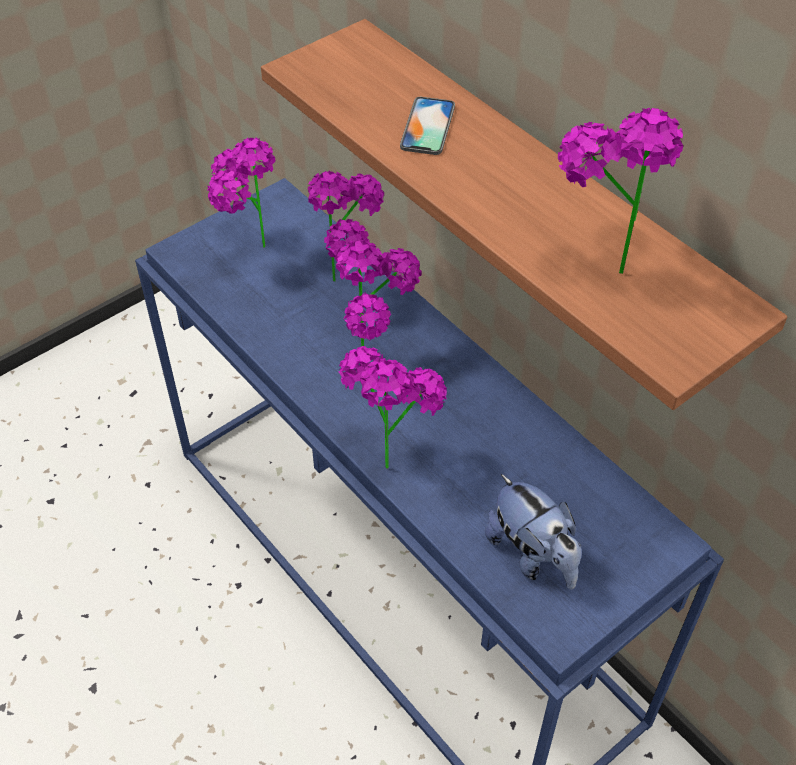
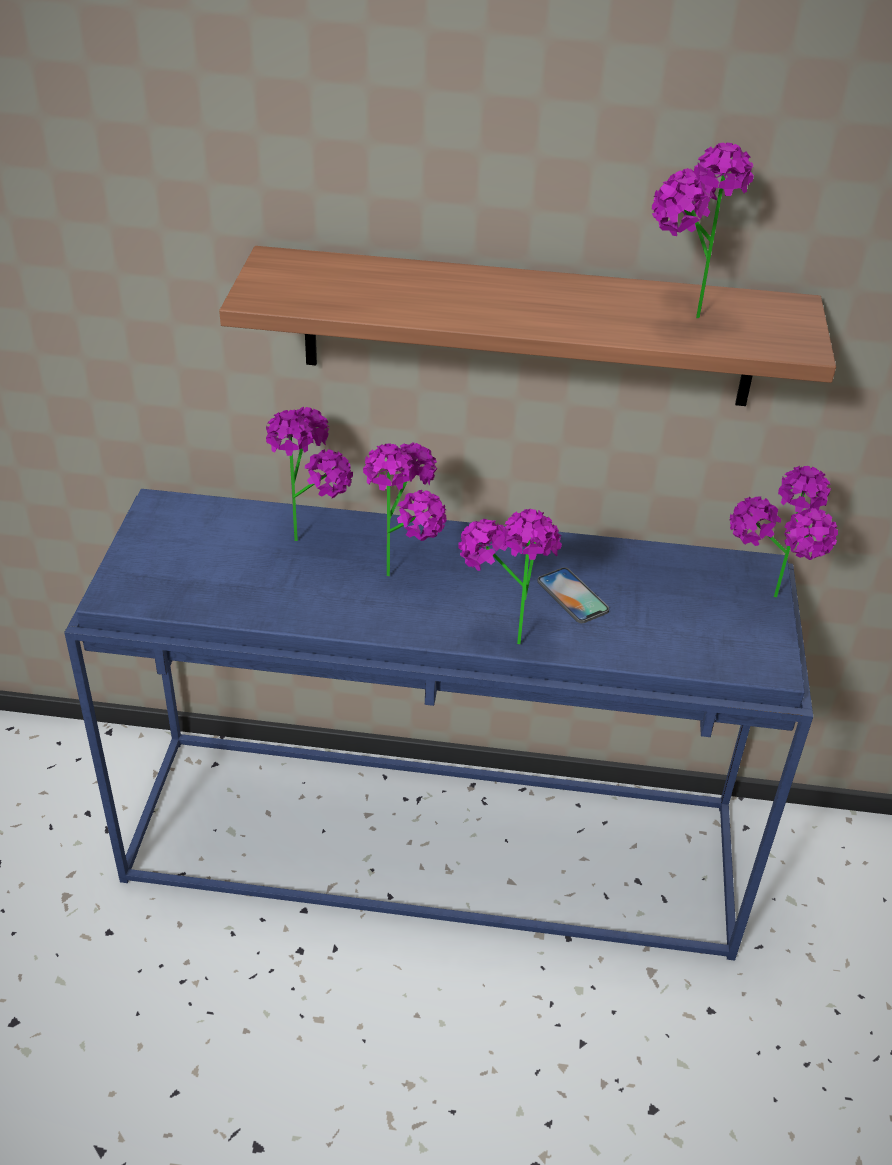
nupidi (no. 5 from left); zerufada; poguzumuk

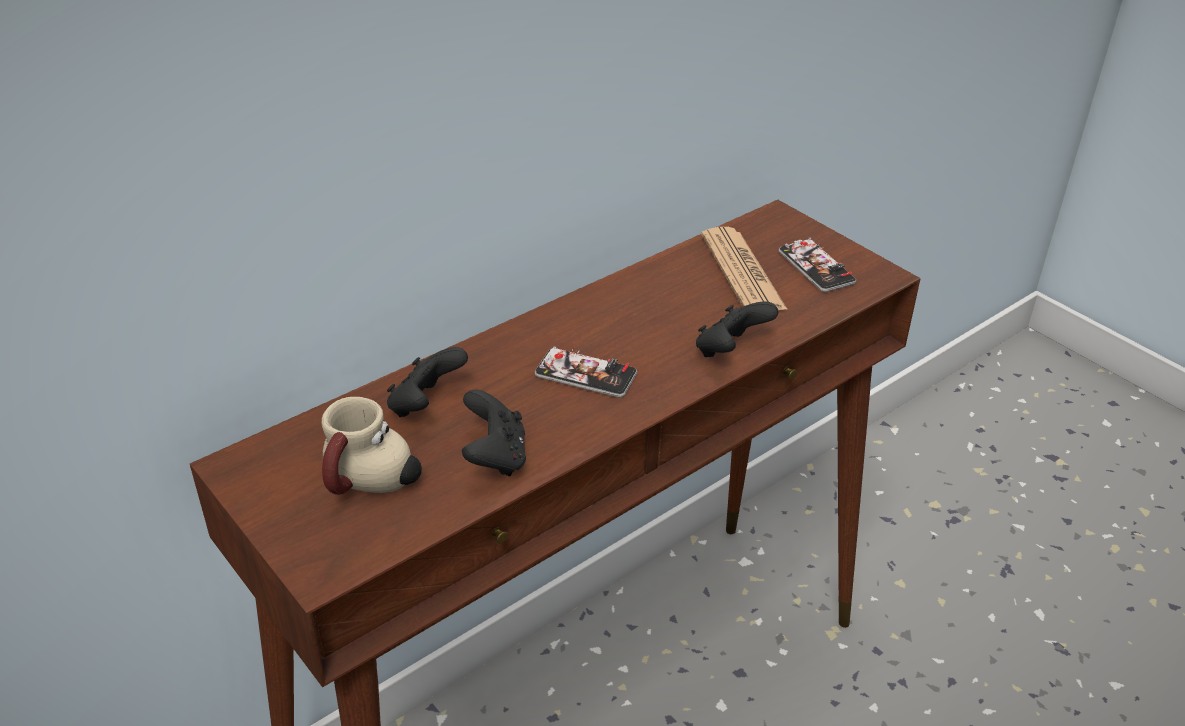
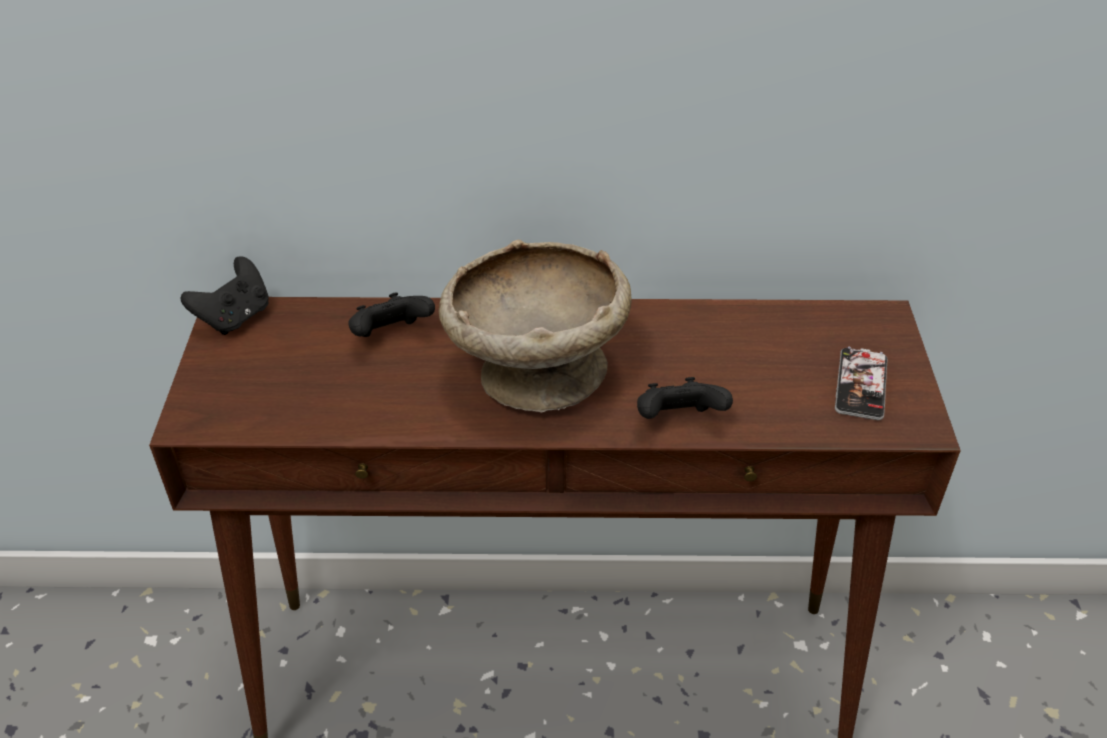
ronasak; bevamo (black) (no. 1 from left); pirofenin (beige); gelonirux

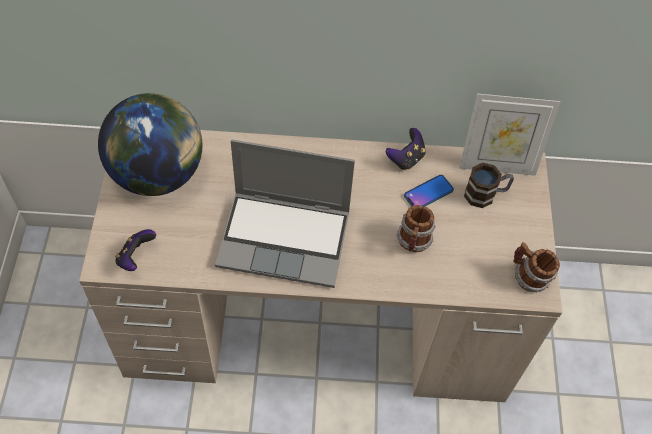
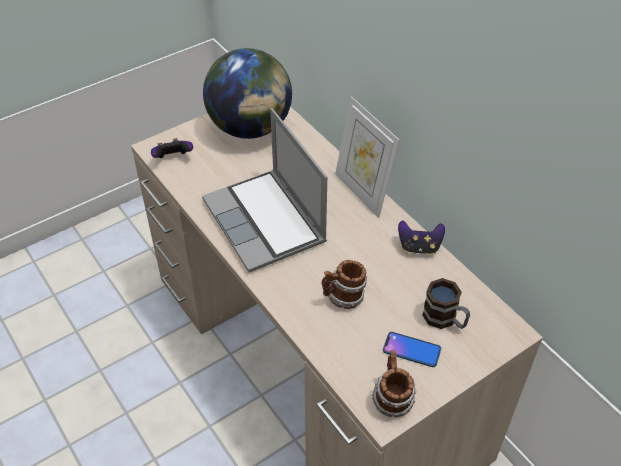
zerufada; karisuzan

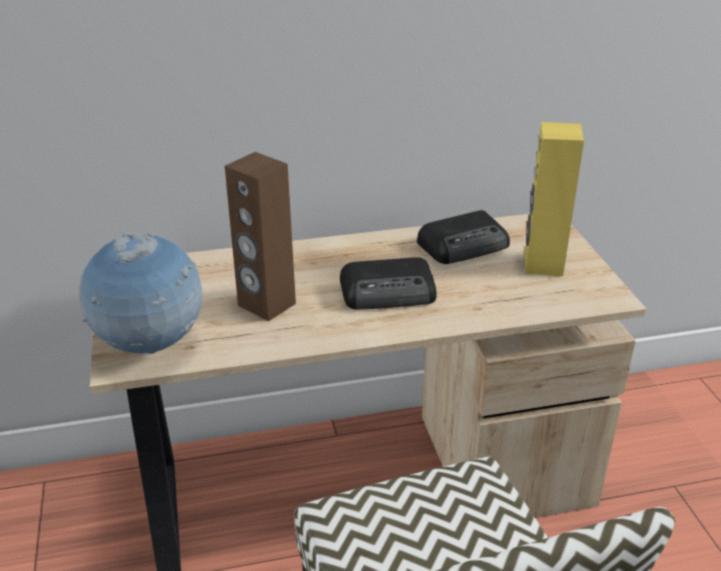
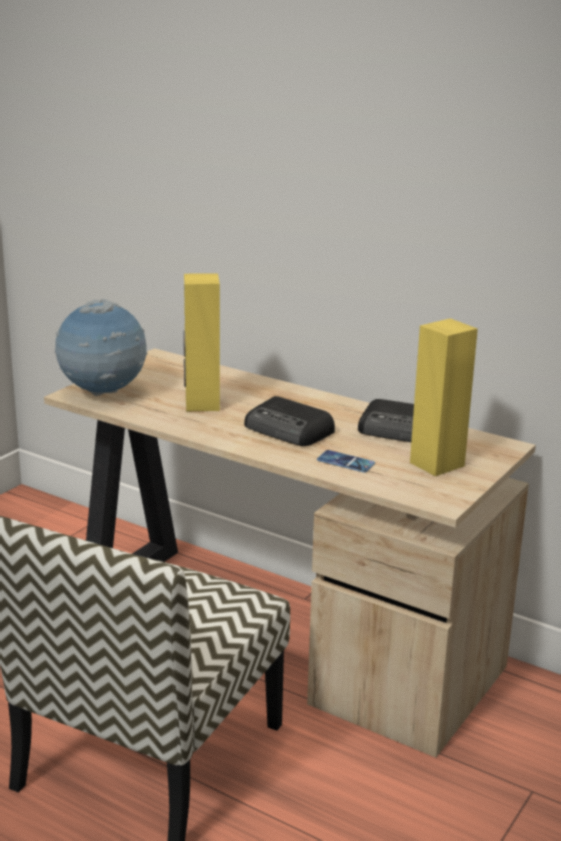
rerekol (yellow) (no. 1 from left); zerufada

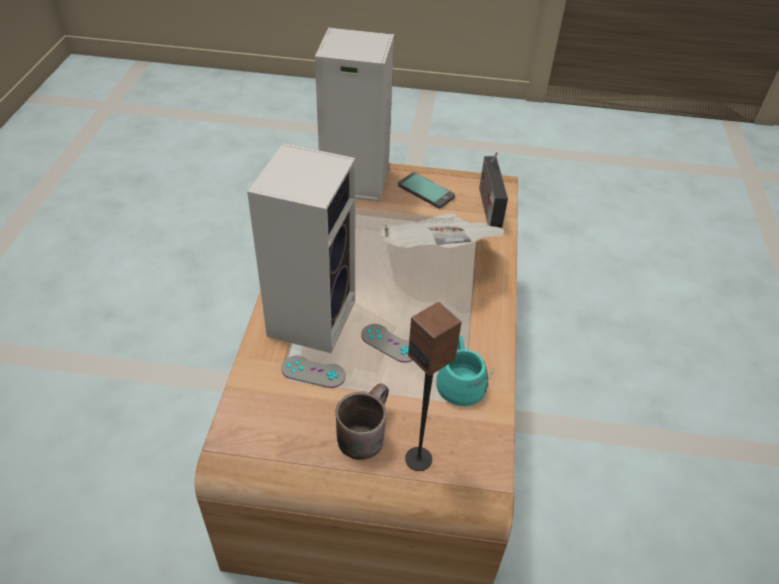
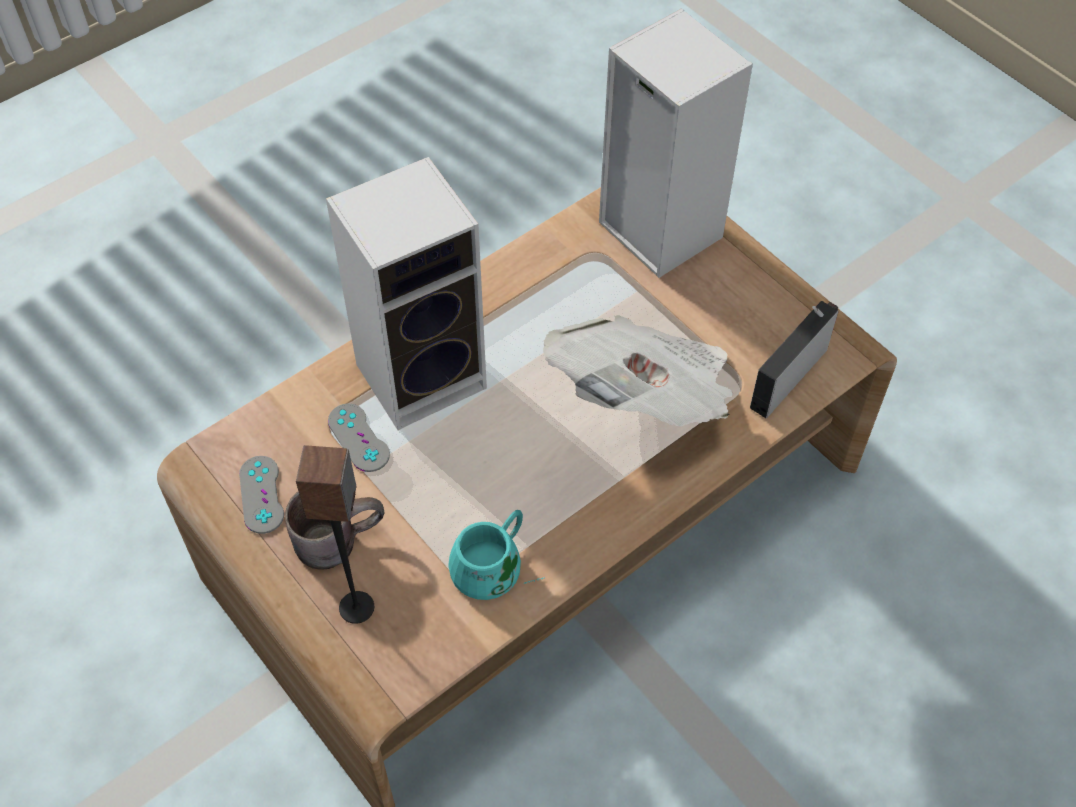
bevamo (grey) (no. 1 from left); zerufada

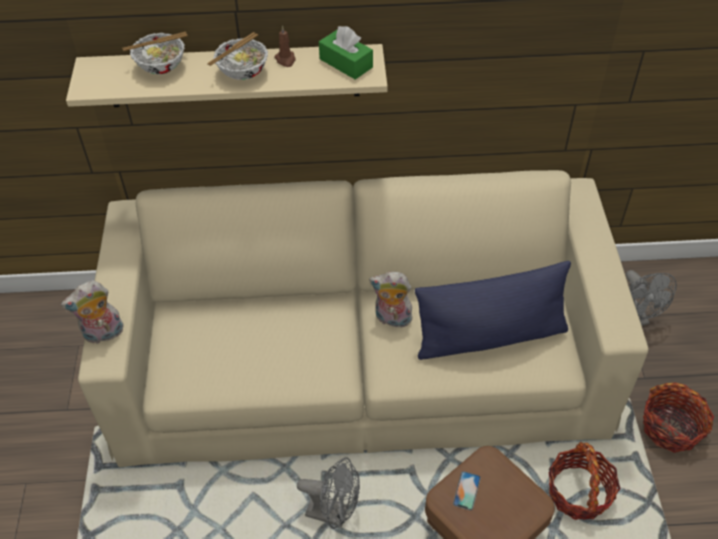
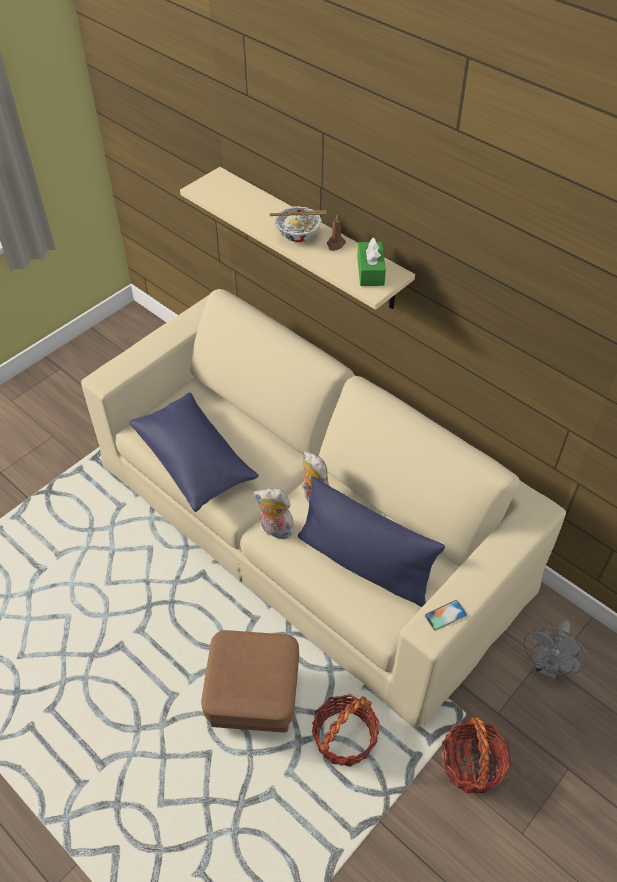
poguzumuk (no. 1 from left); pirofenin (no. 1 from left in the first image); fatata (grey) (no. 1 from left in the first image); zerufada; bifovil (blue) (no. 1 from left)

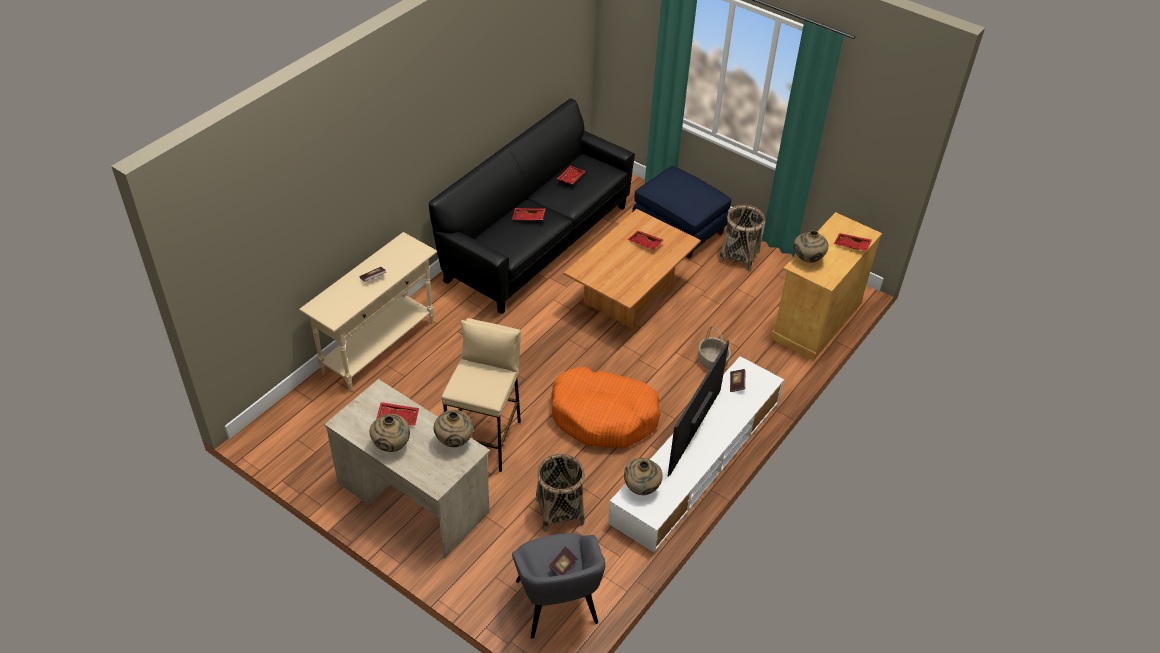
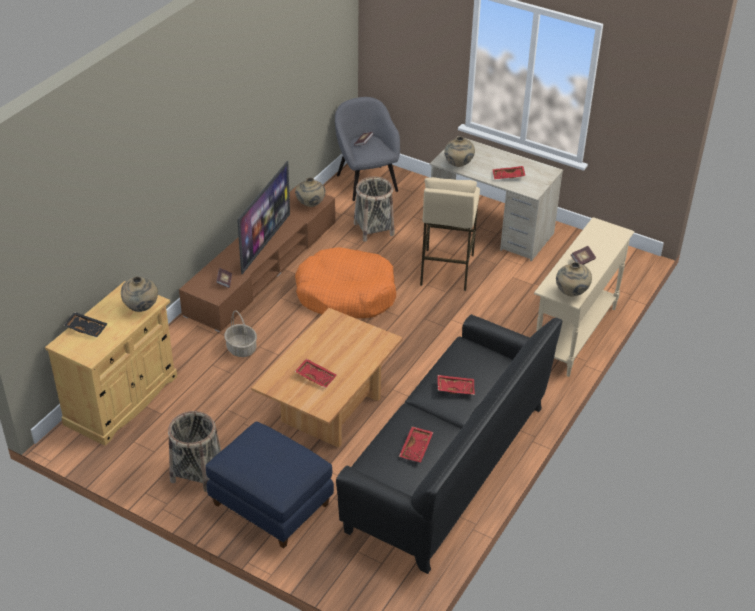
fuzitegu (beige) (no. 4 from left); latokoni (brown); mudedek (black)

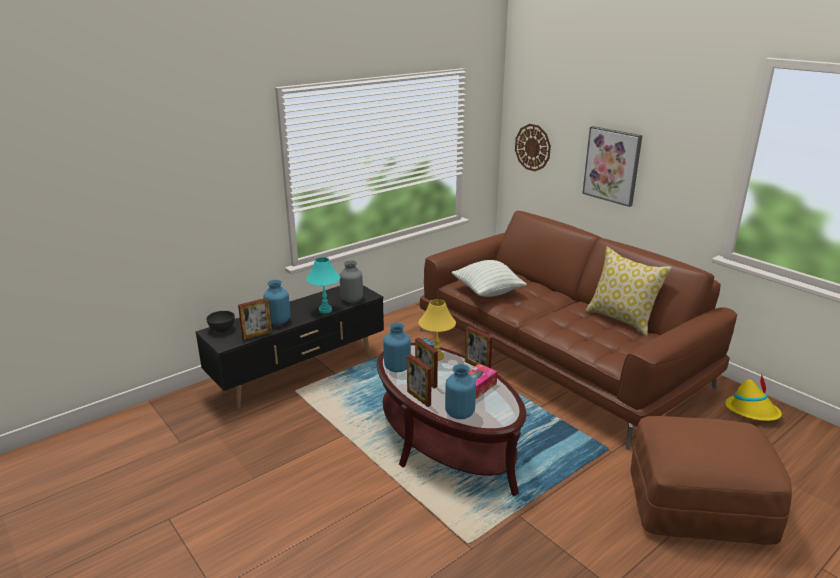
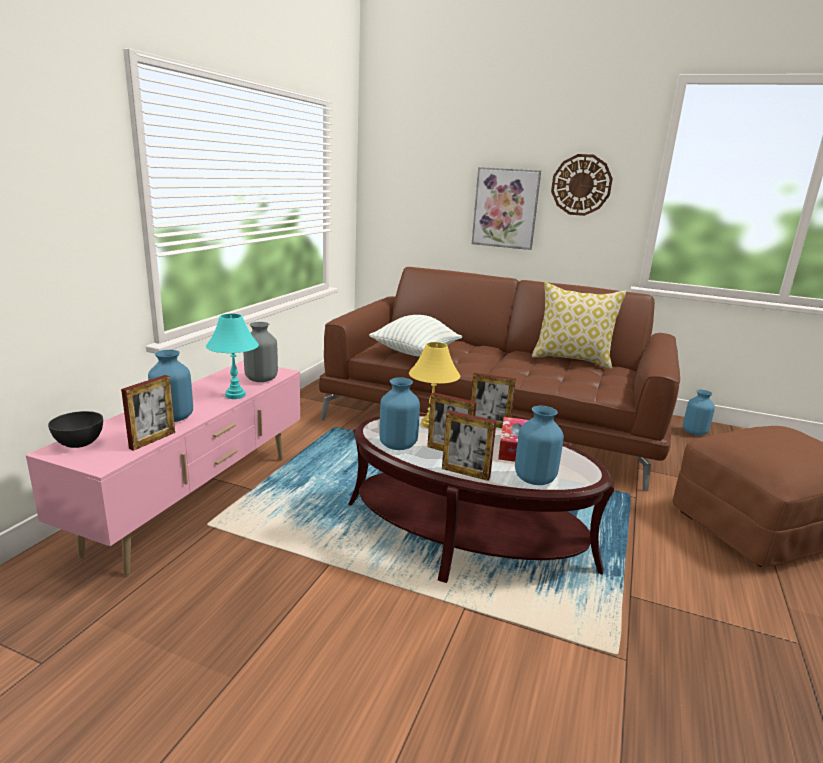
latokoni (pink); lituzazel; fuzitegu (blue) (no. 4 from left)

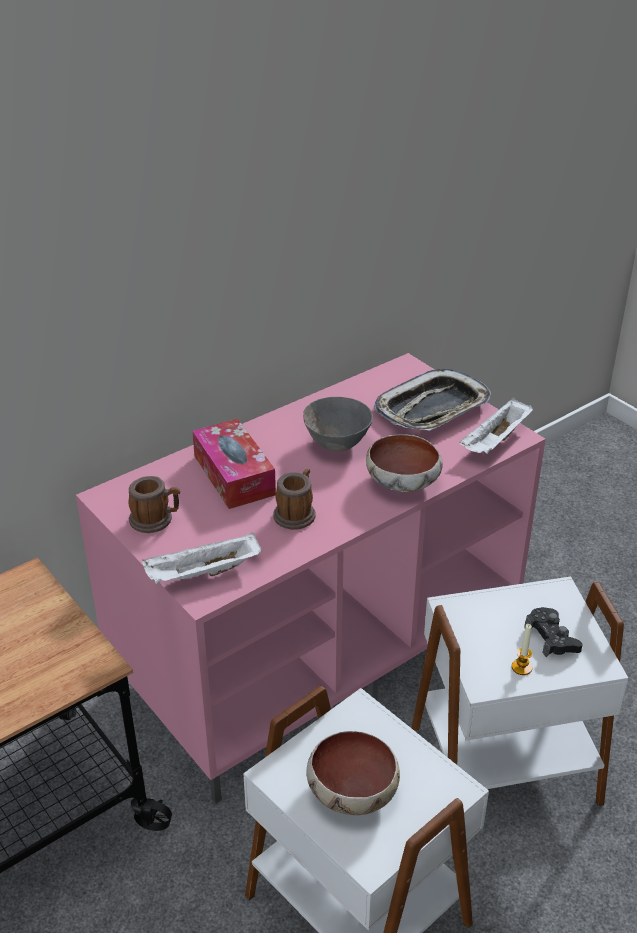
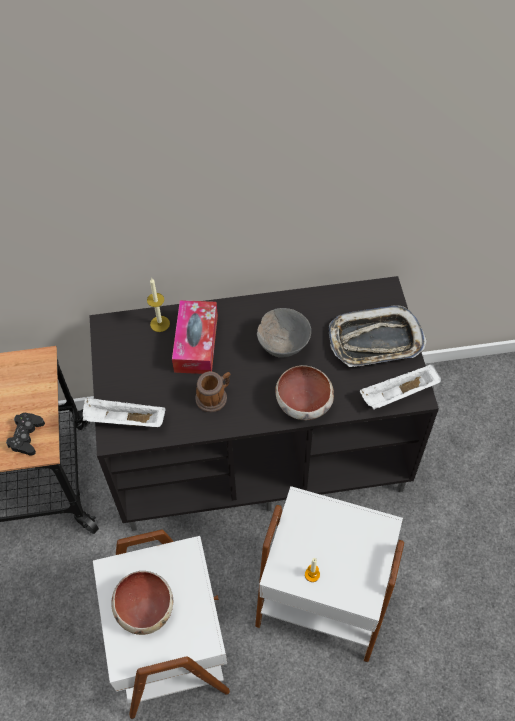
latokoni (black); ronasak (no. 1 from left in the first image); bevamo (black); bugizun (no. 1 from left)

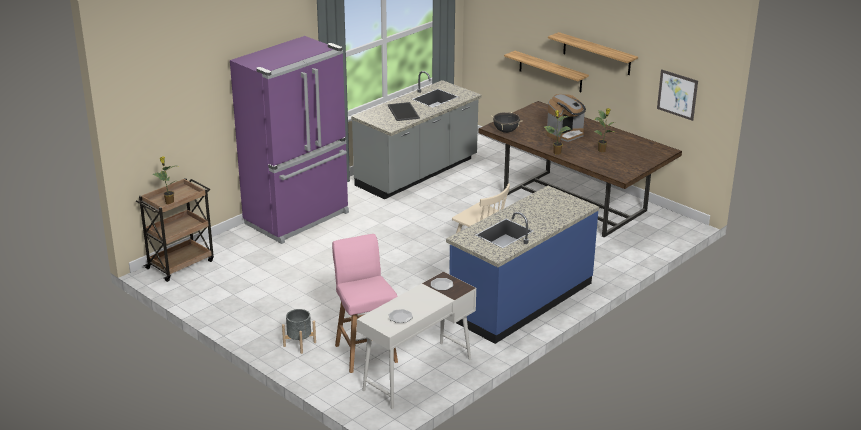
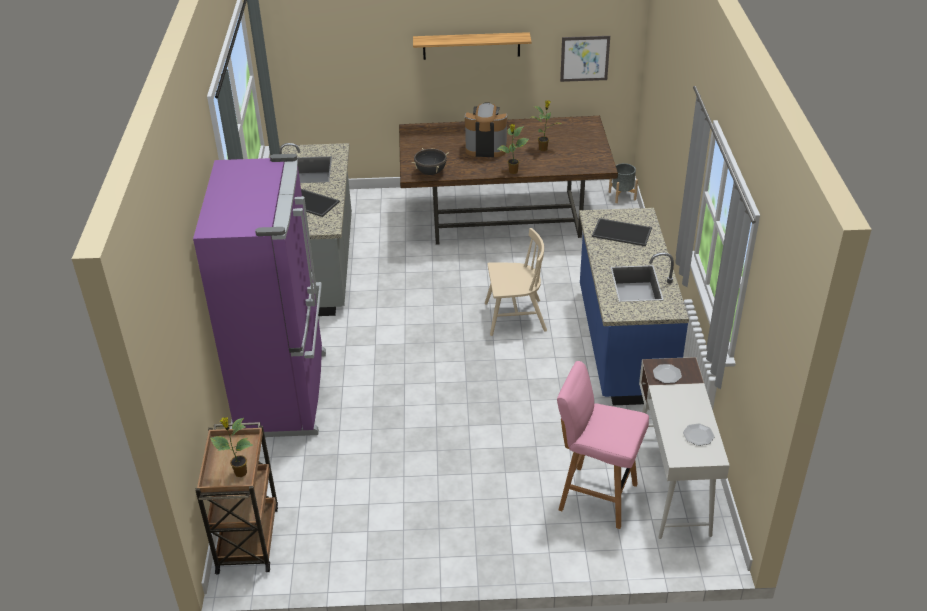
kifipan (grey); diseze (no. 1 from left in the first image); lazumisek; mudedek (no. 2 from left)

